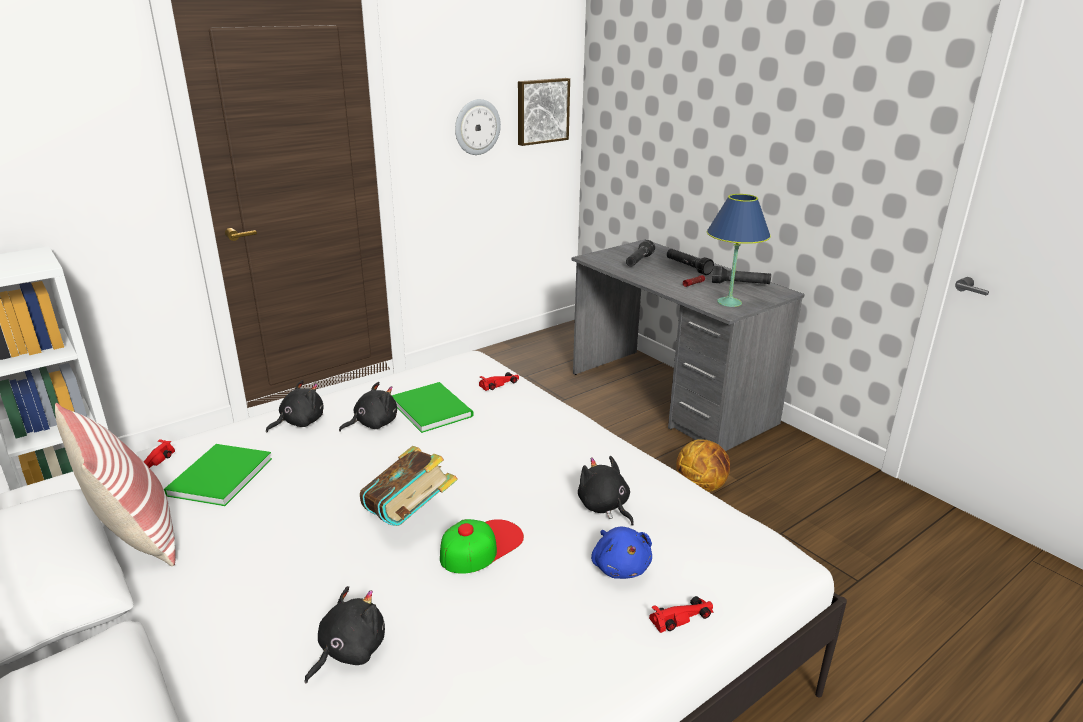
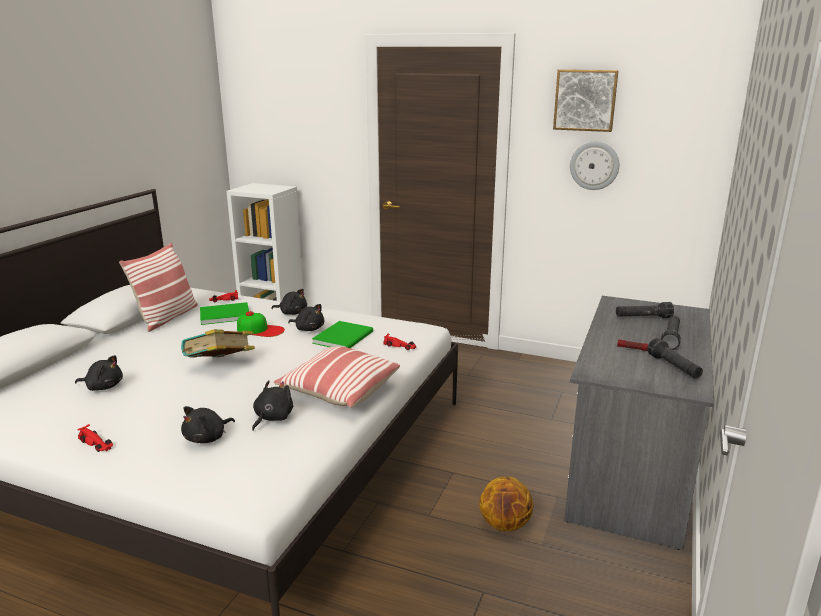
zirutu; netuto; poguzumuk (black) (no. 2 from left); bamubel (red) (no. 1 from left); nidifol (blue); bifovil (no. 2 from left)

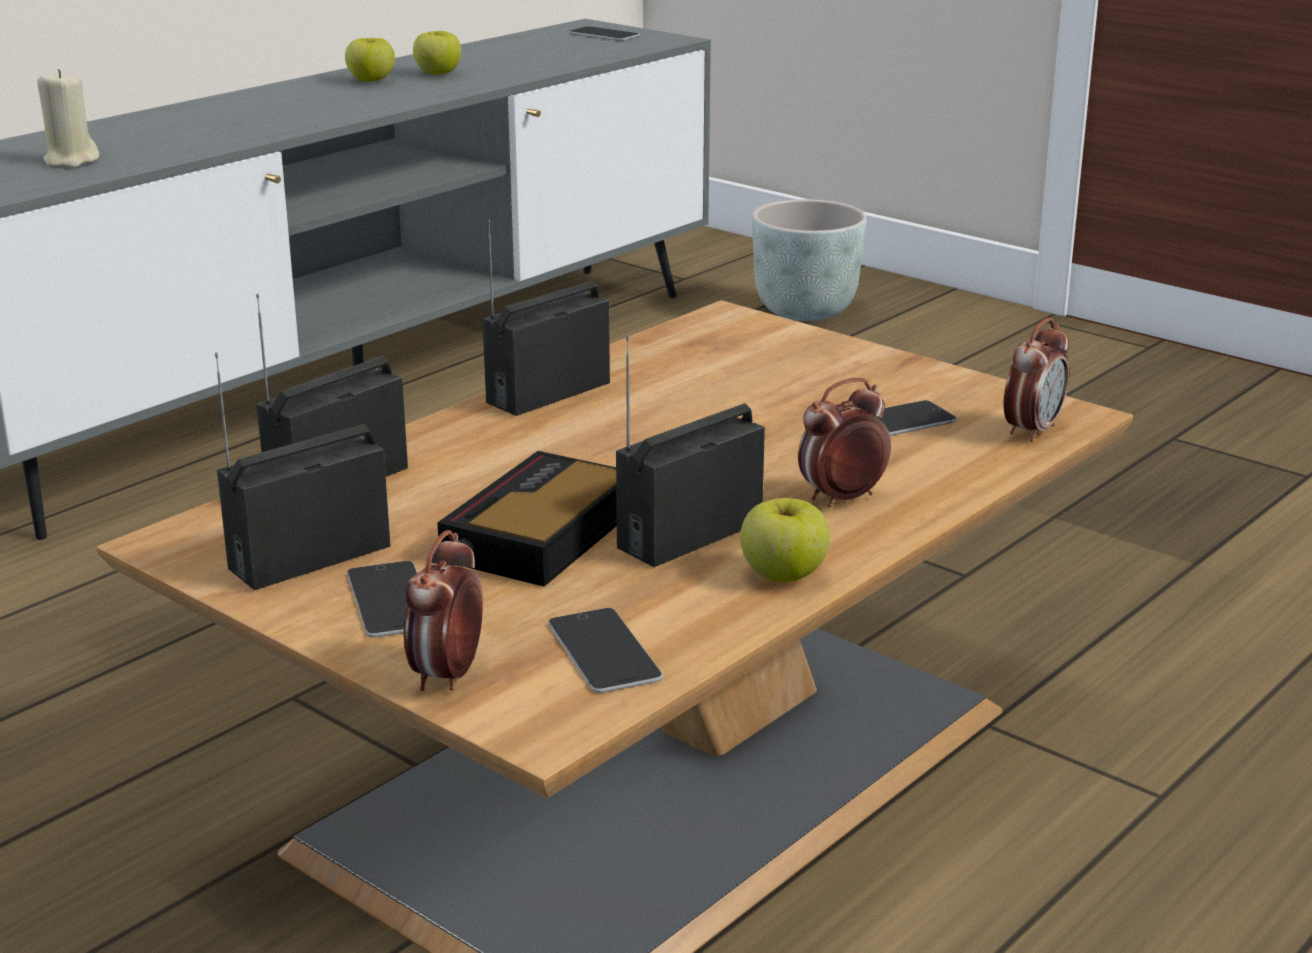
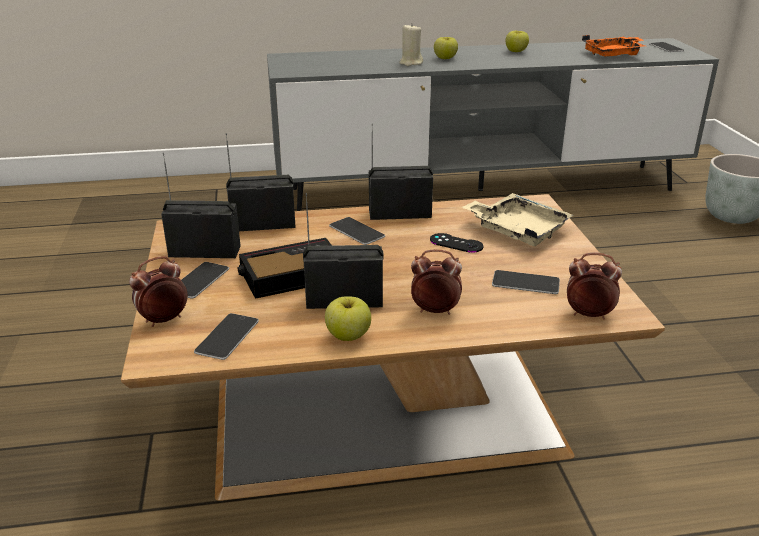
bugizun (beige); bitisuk (no. 2 from left); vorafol (no. 4 from left); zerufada (no. 3 from left); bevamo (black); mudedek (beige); mudedek (orange)

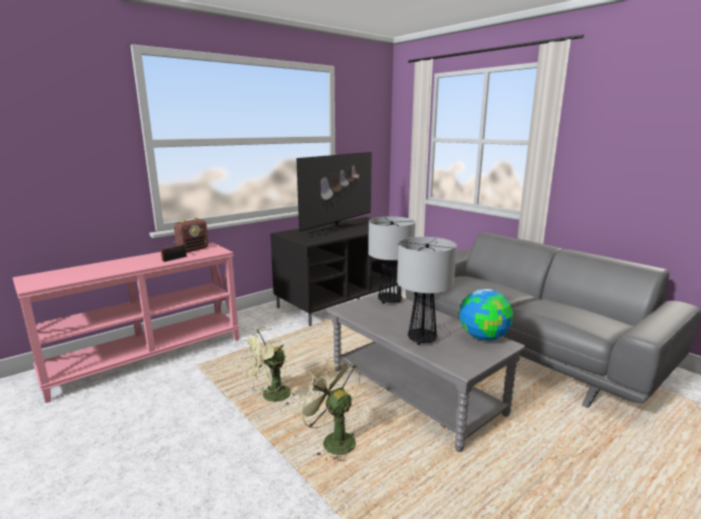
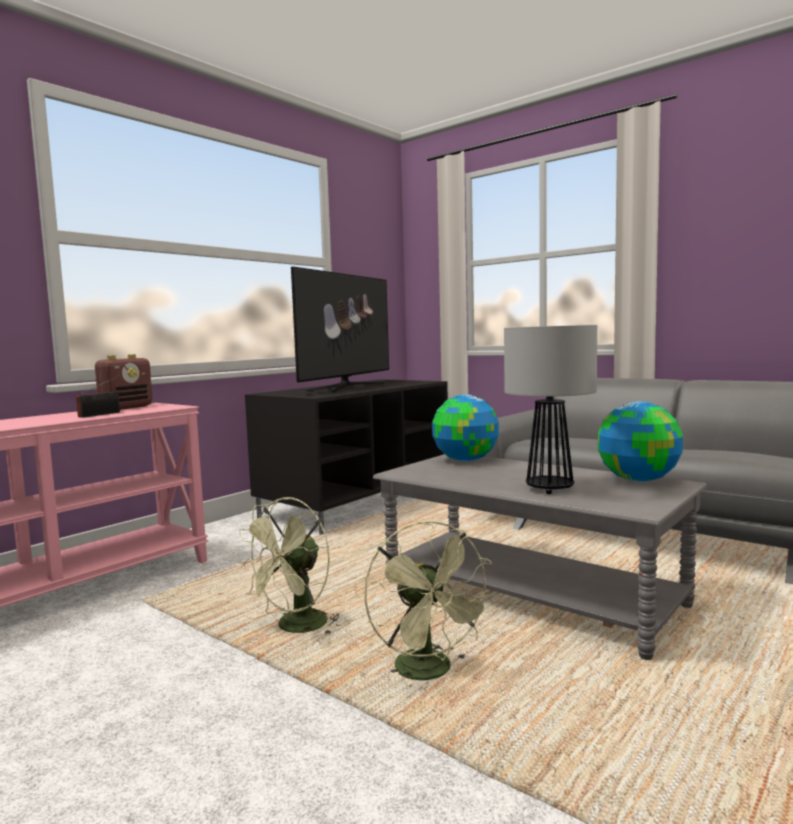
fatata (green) (no. 2 from left); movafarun (no. 1 from left)

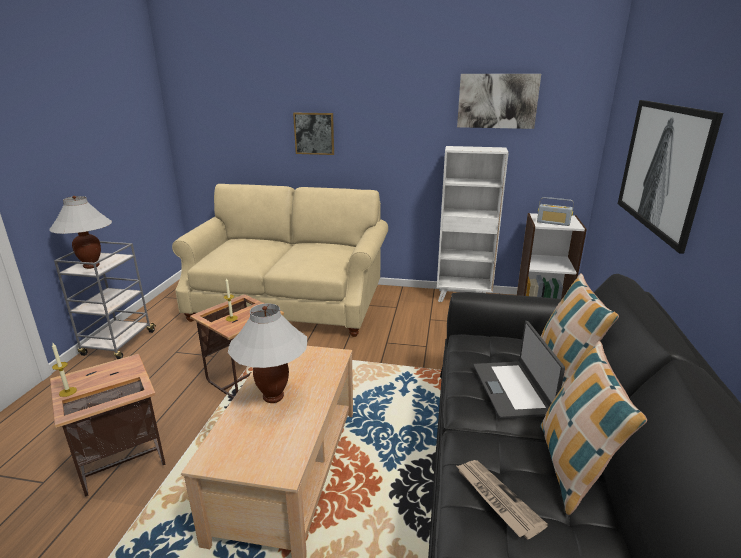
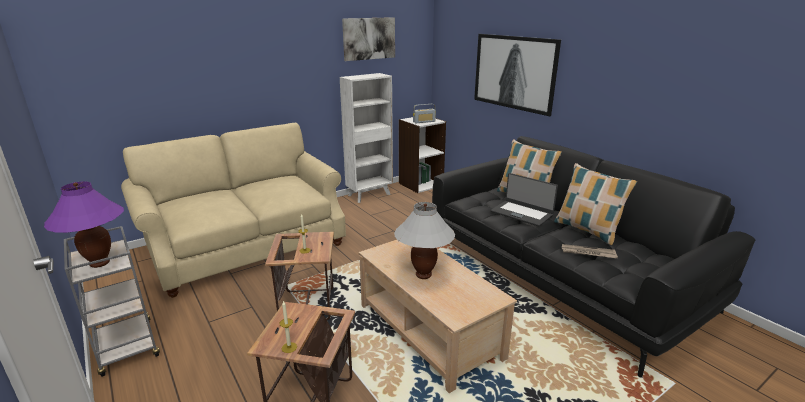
nidifol (purple); netuto (no. 1 from left in the first image)

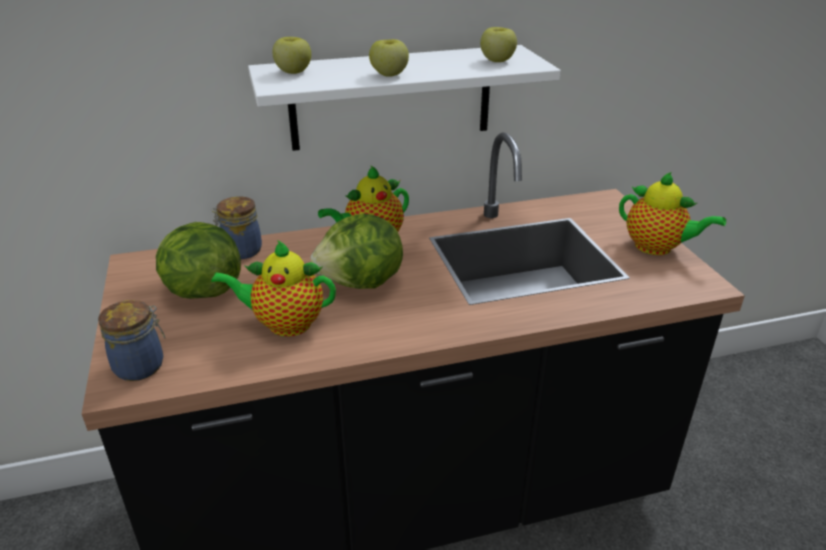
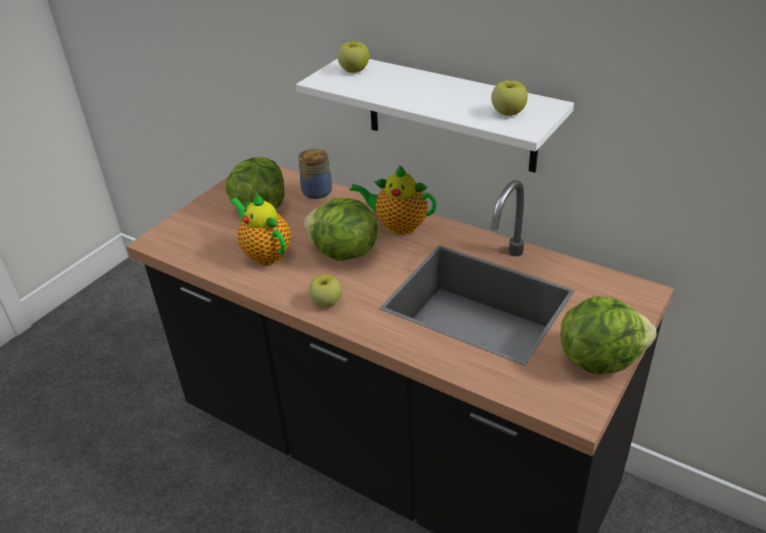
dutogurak (no. 1 from left in the first image); bitisuk (no. 1 from left); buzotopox (no. 3 from left)

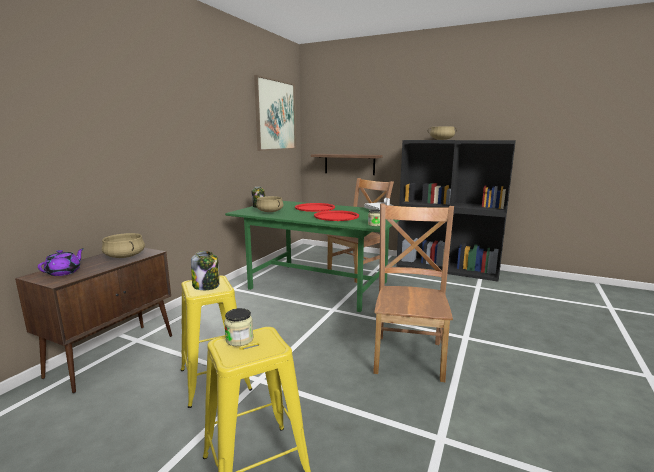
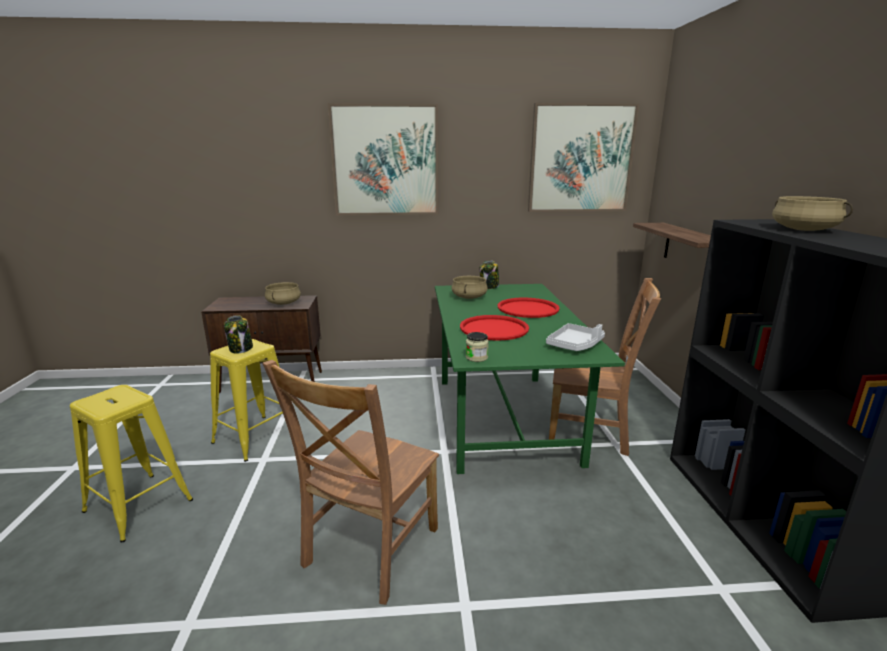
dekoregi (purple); dutogurak (no. 2 from left in the first image); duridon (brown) (no. 1 from left); netuto (no. 1 from left)

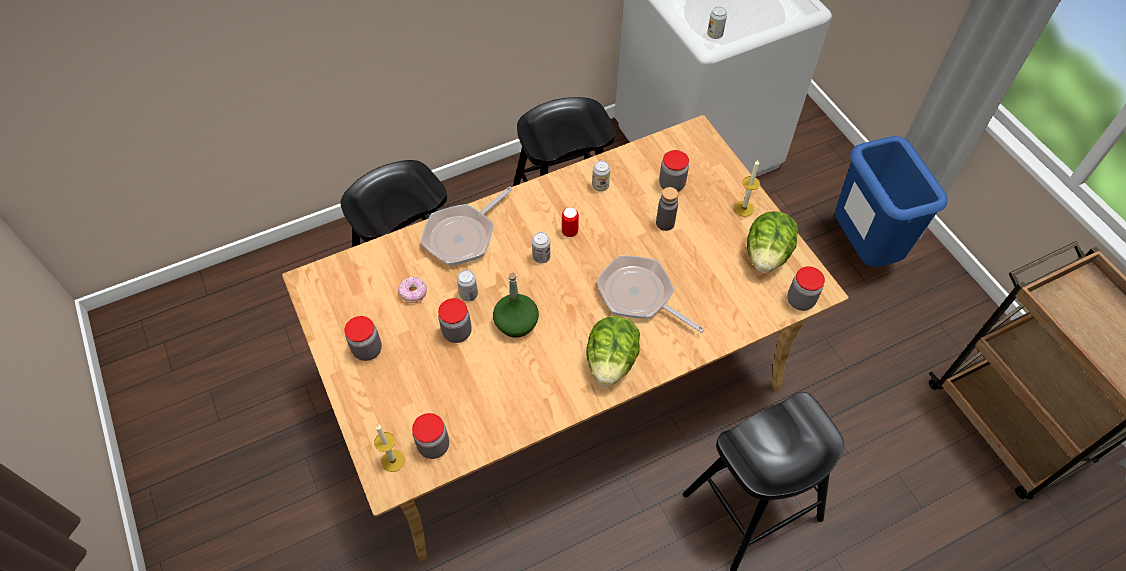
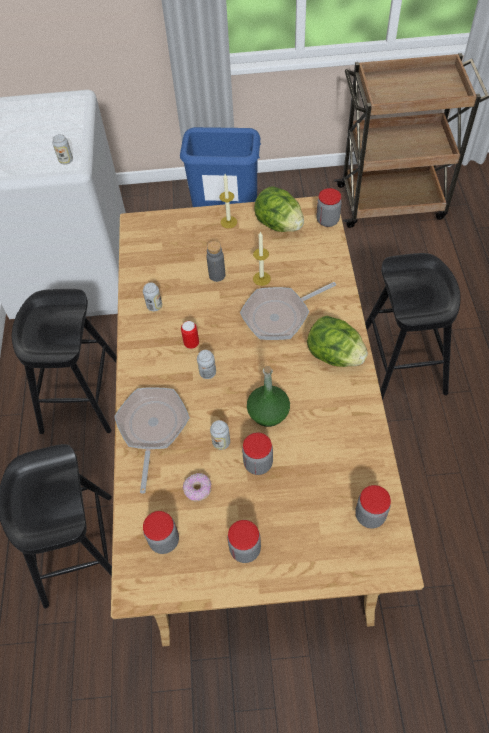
bugizun (no. 2 from left); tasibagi (no. 1 from left); dutogurak (no. 1 from left)

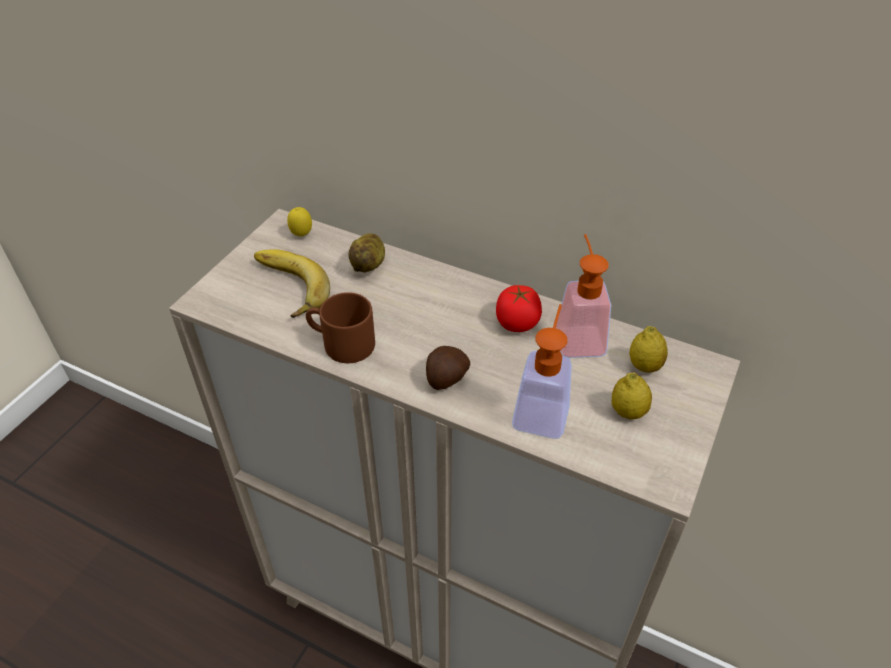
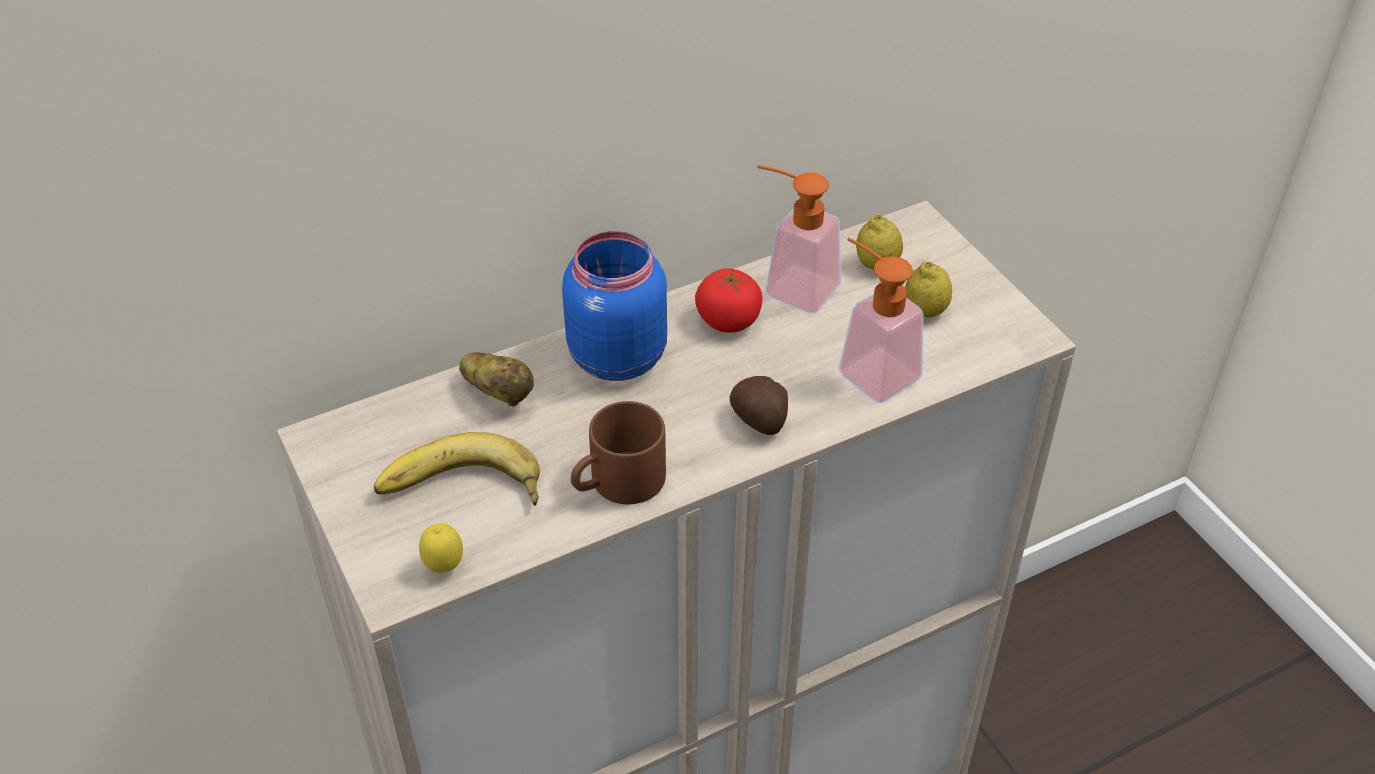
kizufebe (no. 1 from left); dutogurak (blue)

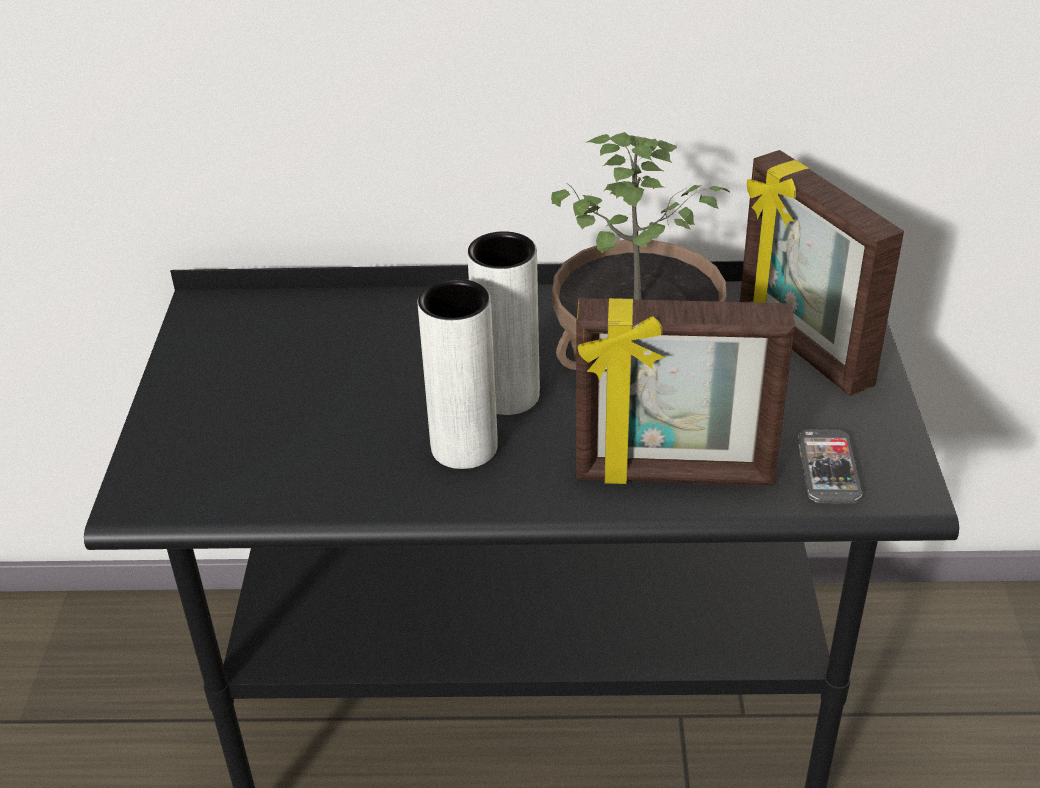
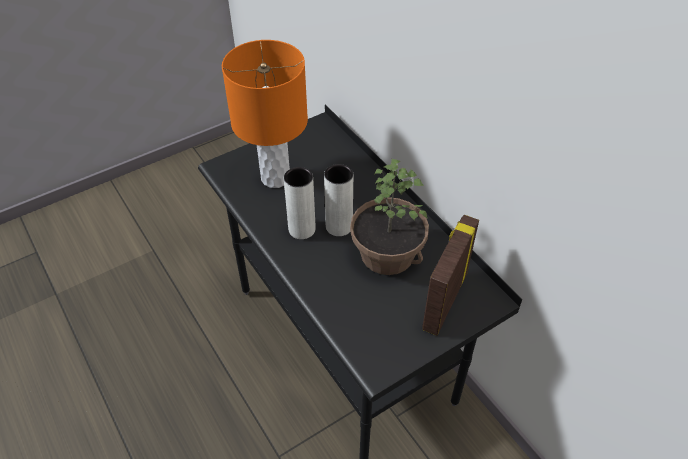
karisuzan (no. 1 from left in the first image); zerufada; nidifol (orange)

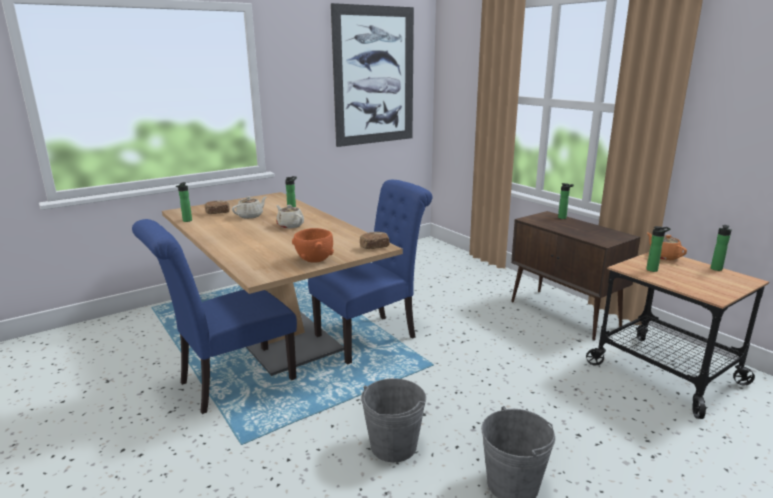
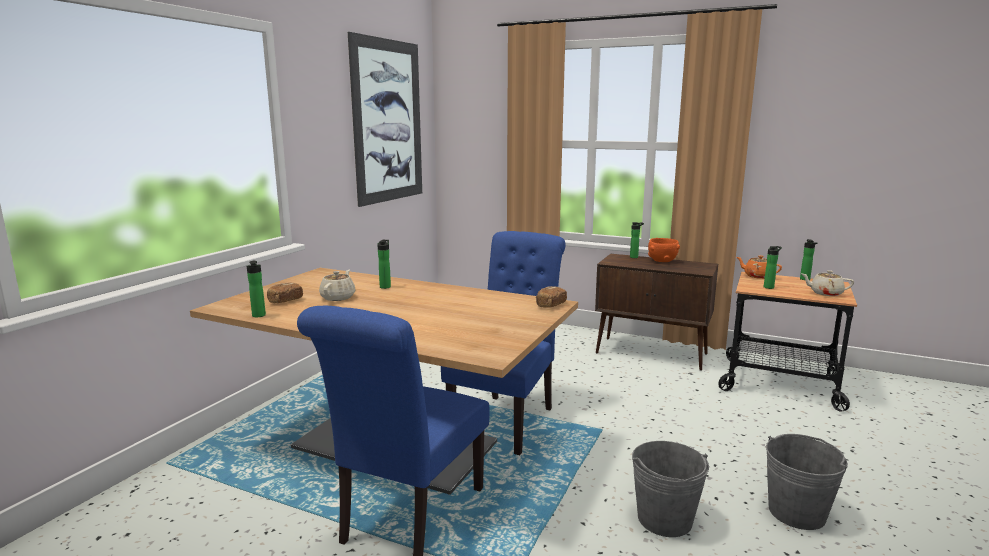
dekoregi (beige) (no. 2 from left); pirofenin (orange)

